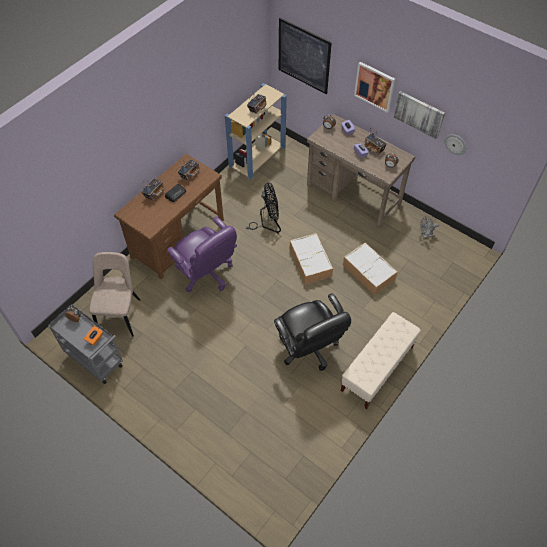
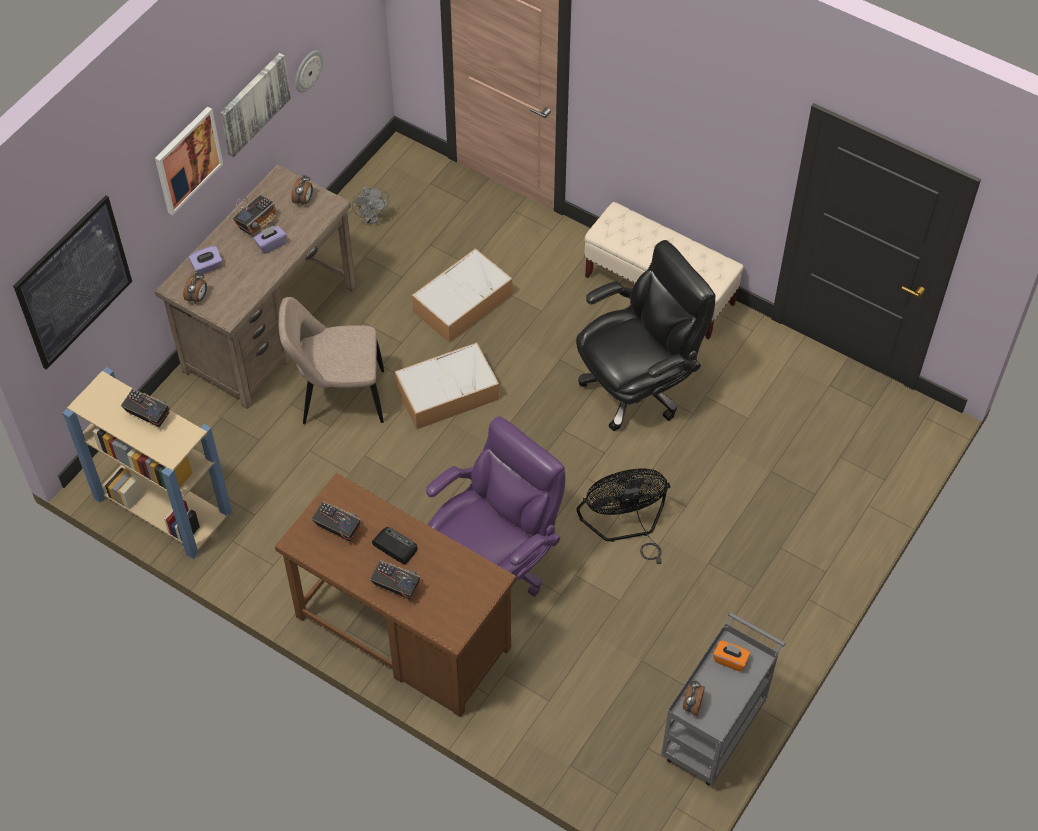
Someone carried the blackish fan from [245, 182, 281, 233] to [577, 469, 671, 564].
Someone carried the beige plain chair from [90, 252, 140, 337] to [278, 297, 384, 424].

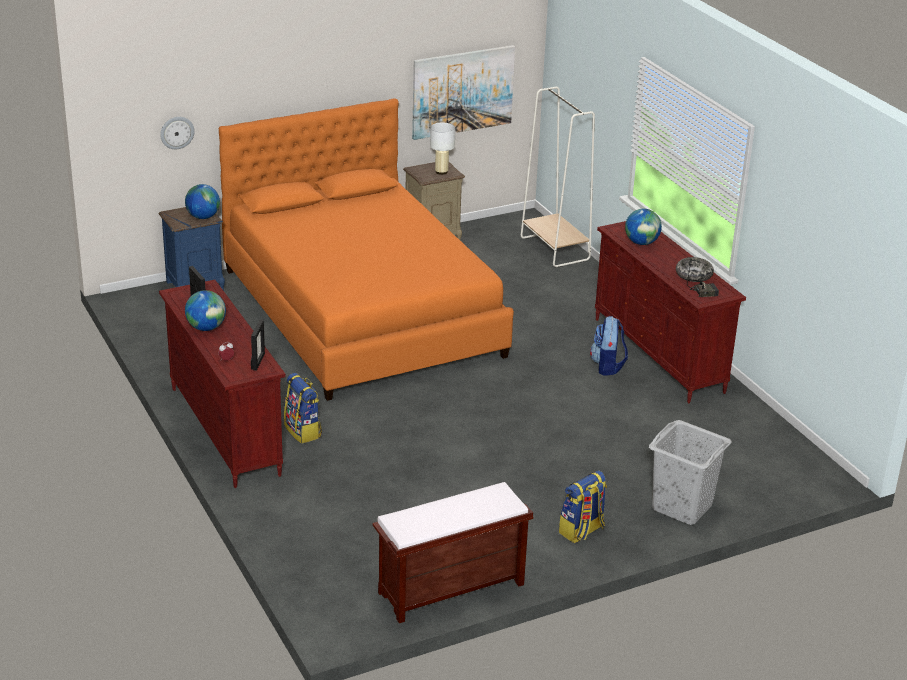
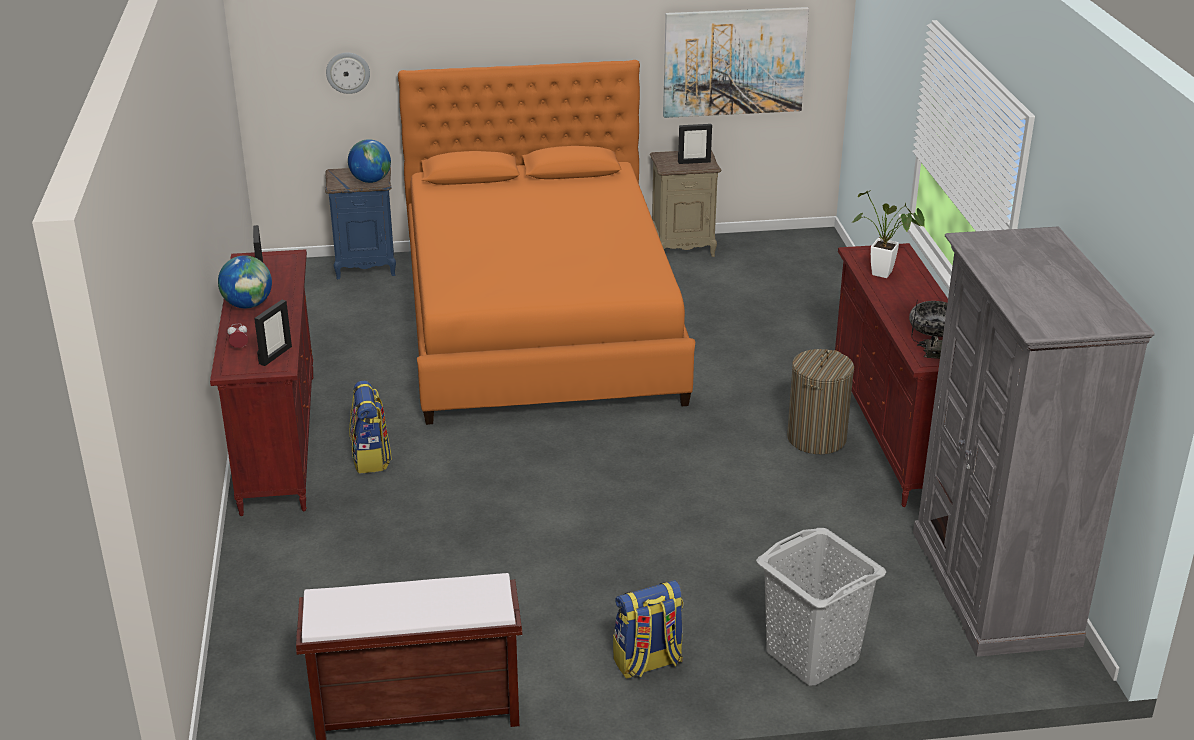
Someone took away the clothes rack at [521, 87, 595, 267].
Someone swapped the white table lamp at [430, 123, 455, 175] for the standing frame at [678, 124, 712, 164].
Someone swapped the desk globe at [625, 209, 662, 245] for the potted plant at [851, 190, 925, 278].
Someone swapped the rucksack at [590, 316, 628, 376] for the washing basket at [787, 349, 854, 454].
Someone put down the greyish clothes cupboard at [913, 227, 1155, 657].

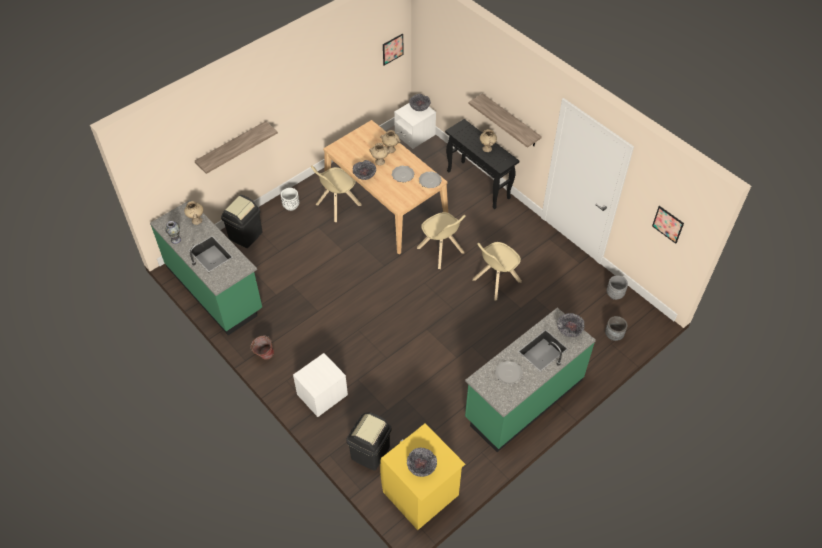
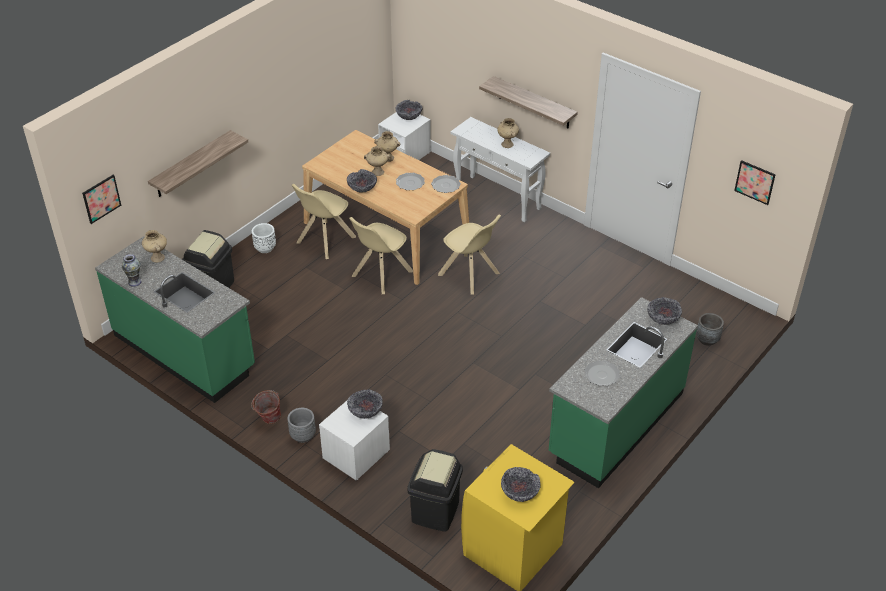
Someone carried the wall picture from [383, 33, 403, 65] to [82, 175, 121, 224].
Someone repainted the blackish narrow table at [445, 119, 520, 209], which became the white narrow table at [451, 117, 550, 222].
Someone carried the beige plain chair from [472, 242, 522, 300] to [349, 217, 413, 294].
Someone carried the greyish planter from [607, 275, 628, 300] to [287, 408, 316, 443].
Someone put down the bowl at [347, 390, 383, 419].

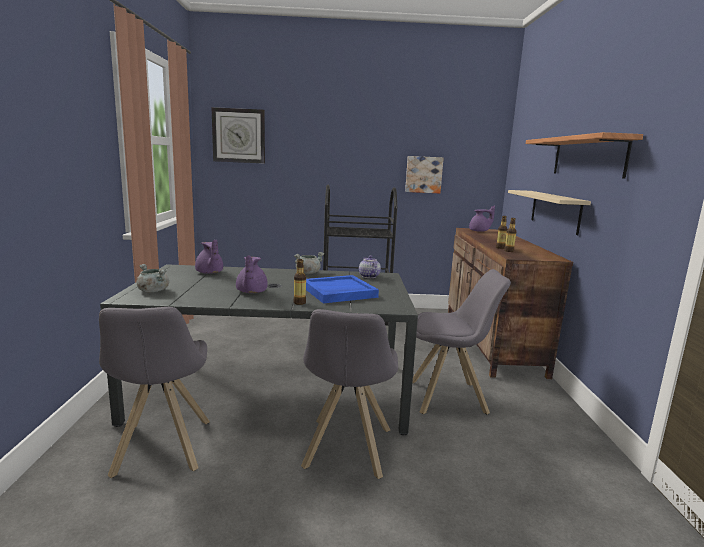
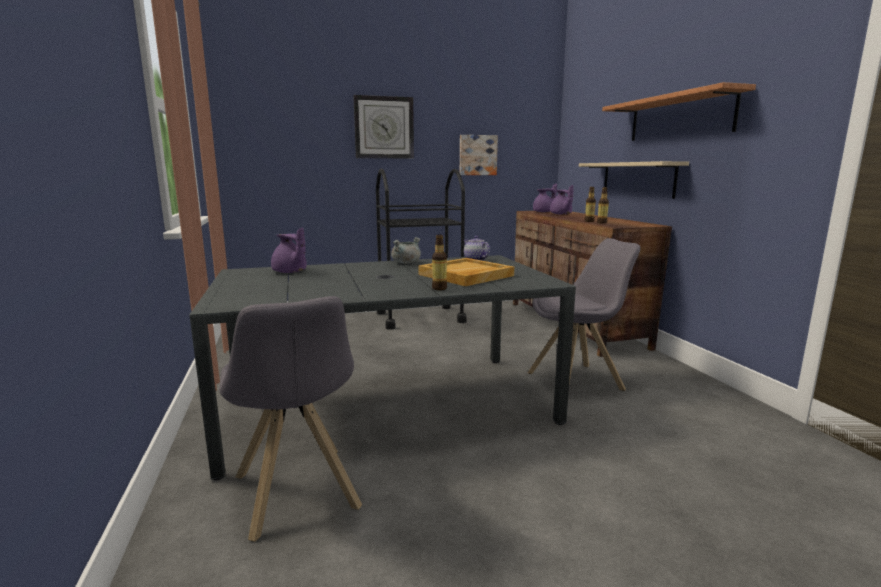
Someone carried the clock on the wall from [212, 107, 265, 164] to [353, 95, 414, 159].
Someone carried the purple-coloured teapot from [236, 255, 268, 293] to [550, 185, 573, 215].
Someone took away the greyish saucepot at [137, 264, 169, 293].
Someone repainted the bluish tray at [306, 275, 379, 303], which became the beige tray at [419, 258, 514, 286].
Someone took away the greyish plain chair at [301, 309, 398, 479].

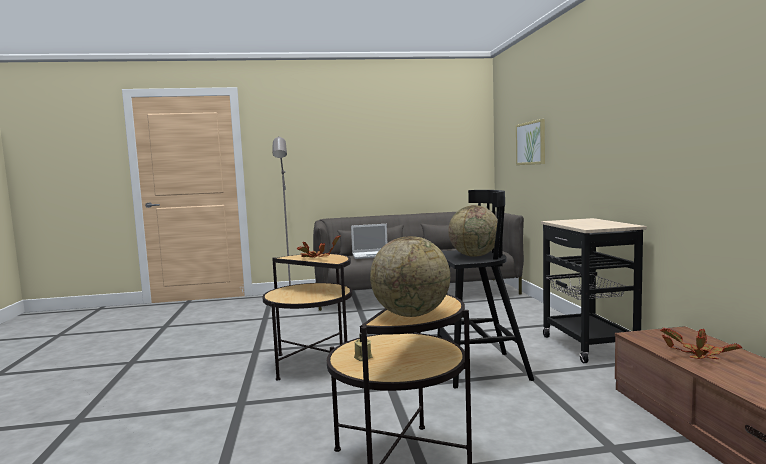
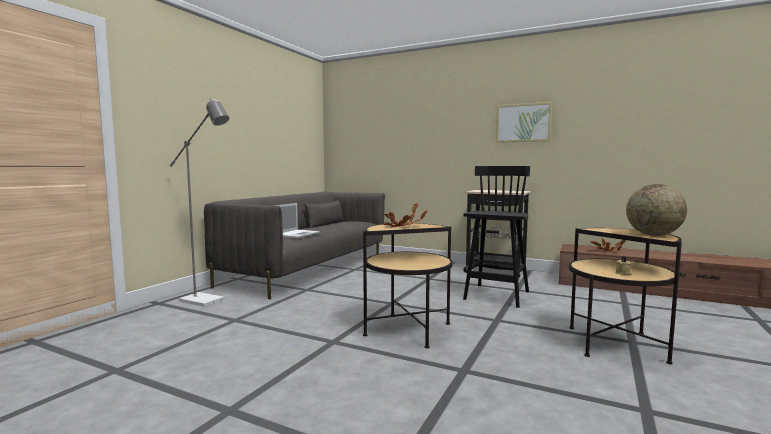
Someone carried the wall picture from [516, 119, 545, 165] to [496, 102, 552, 143].
Someone took away the desk globe at [448, 205, 498, 257].

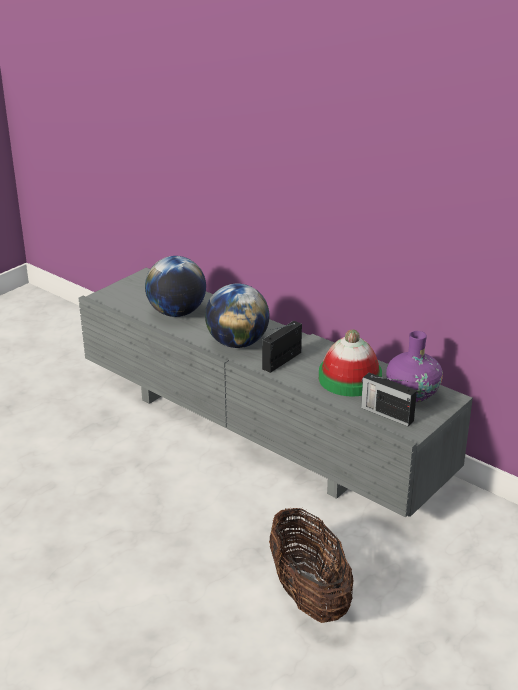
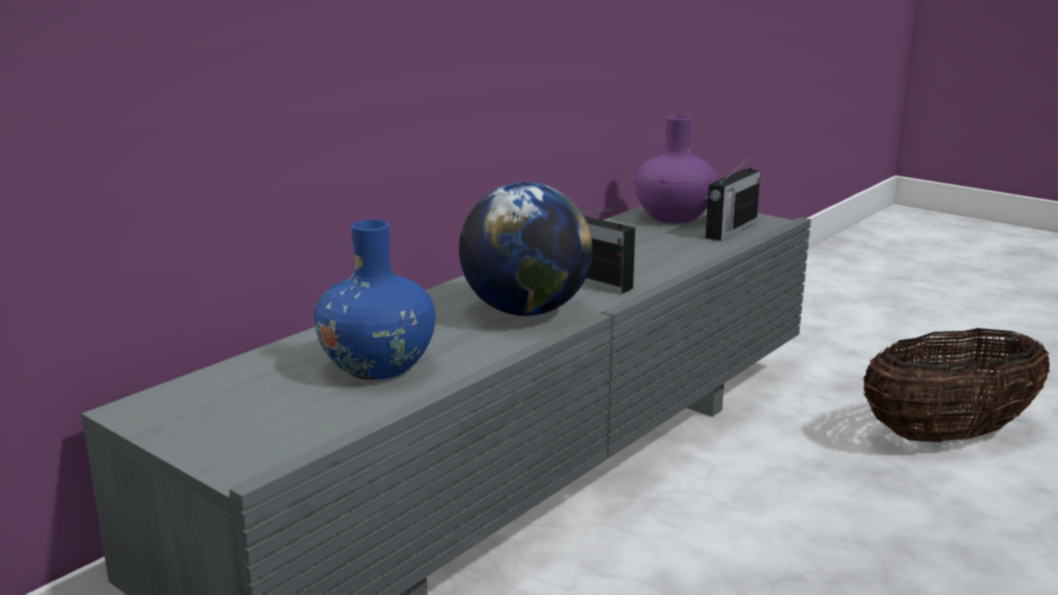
Someone swapped the desk globe at [145, 256, 206, 317] for the bluish vase at [314, 219, 436, 380].
Someone took away the wearable hat at [319, 329, 382, 397].

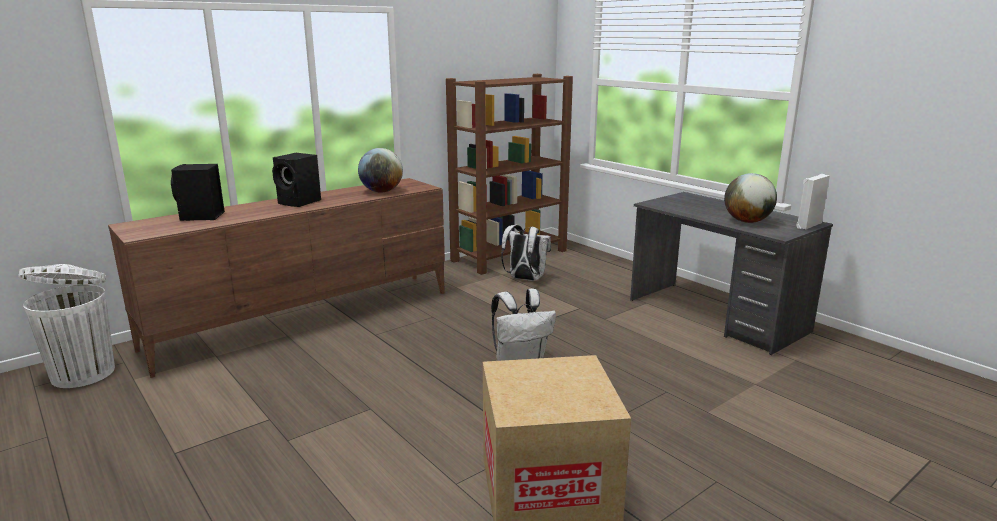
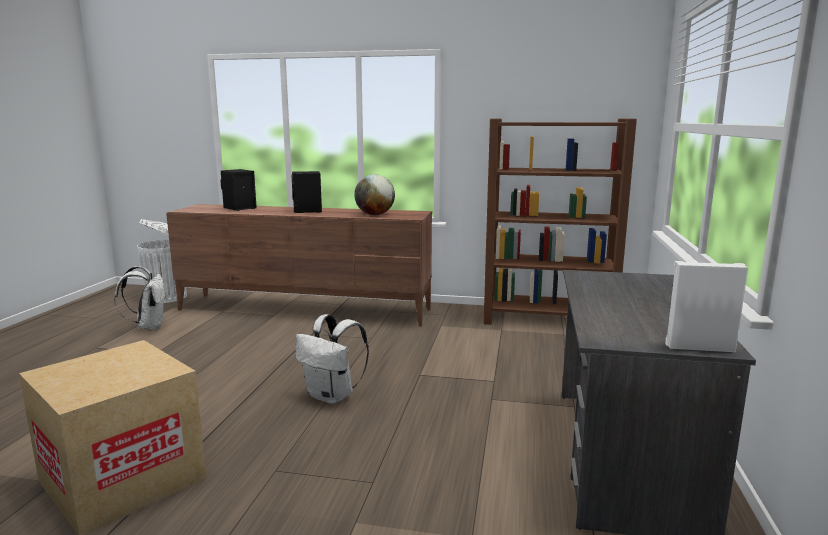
Someone took away the desk globe at [724, 173, 777, 223].
Someone carried the white rucksack from [501, 225, 551, 281] to [114, 266, 166, 329].

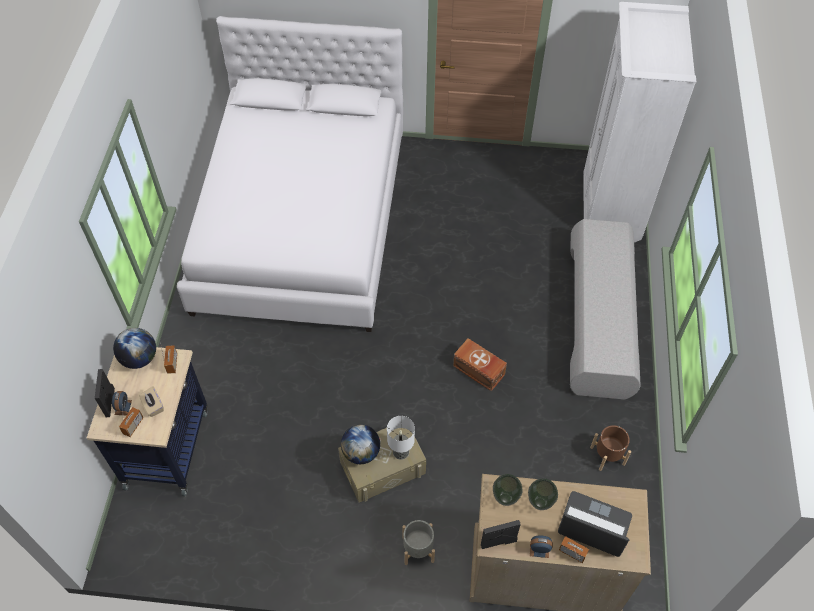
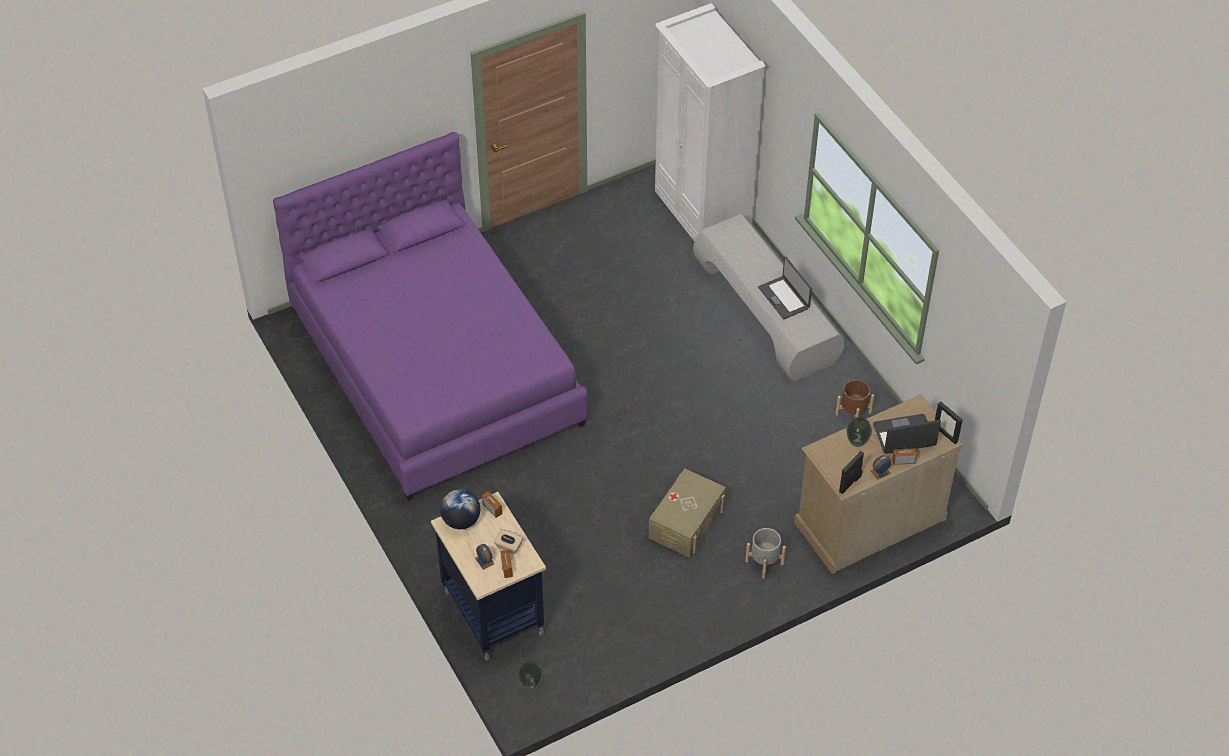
Someone repainted the white bed at [177, 16, 403, 332], which became the purple-coloured bed at [273, 132, 588, 501].
Someone took away the brown-coloured storage box at [453, 338, 507, 391].
Someone carried the standing frame from [95, 369, 115, 417] to [935, 401, 963, 444].
Someone took away the table lamp at [387, 416, 415, 460].
Someone took away the desk globe at [341, 425, 380, 464].
Someone carried the vase from [493, 474, 523, 506] to [517, 661, 543, 690].
Someone put down the laptop at [758, 256, 812, 319].

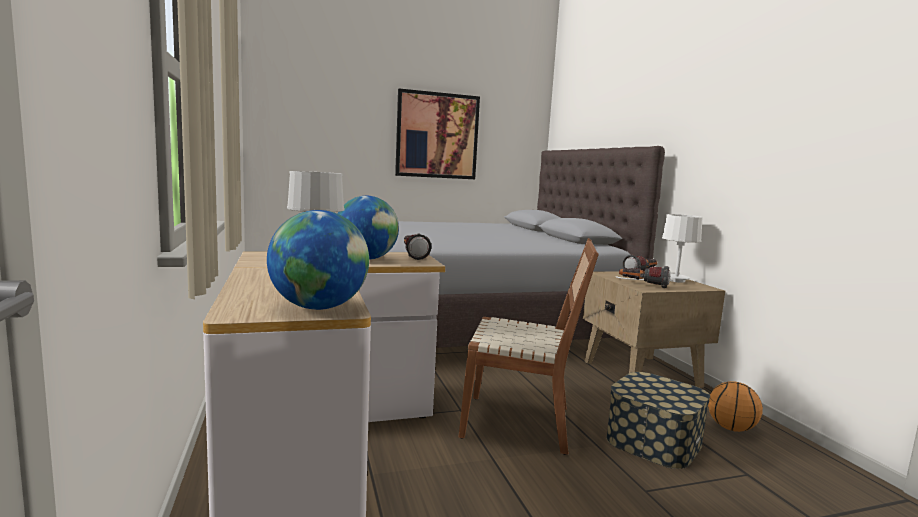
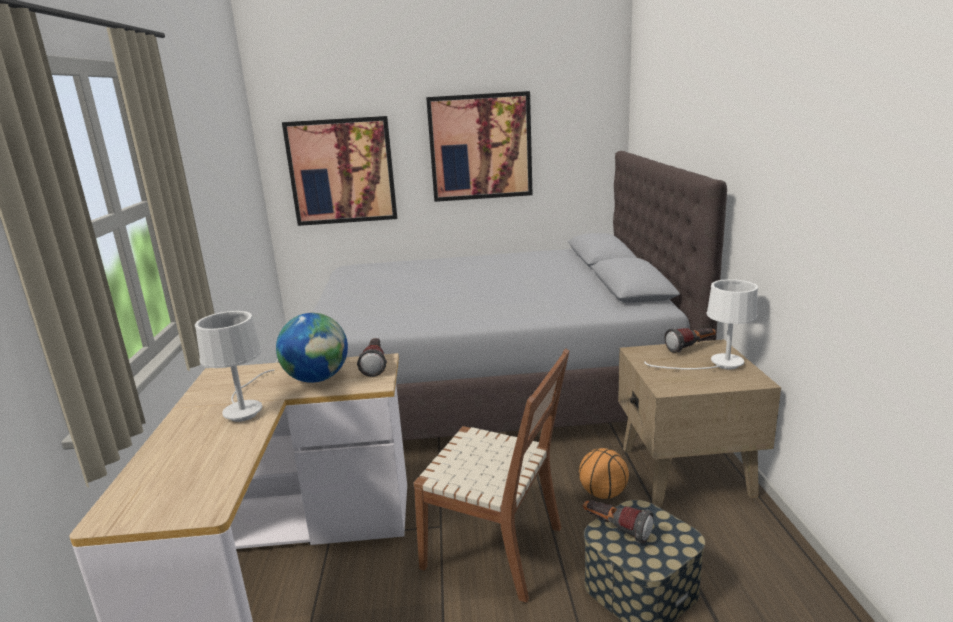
Someone took away the desk globe at [267, 210, 369, 310].
Someone carried the hand torch from [619, 266, 671, 288] to [583, 500, 654, 544].
Someone carried the ball for basketball from [708, 381, 763, 432] to [579, 448, 629, 499].
Someone put up the wall picture at [282, 116, 397, 226].

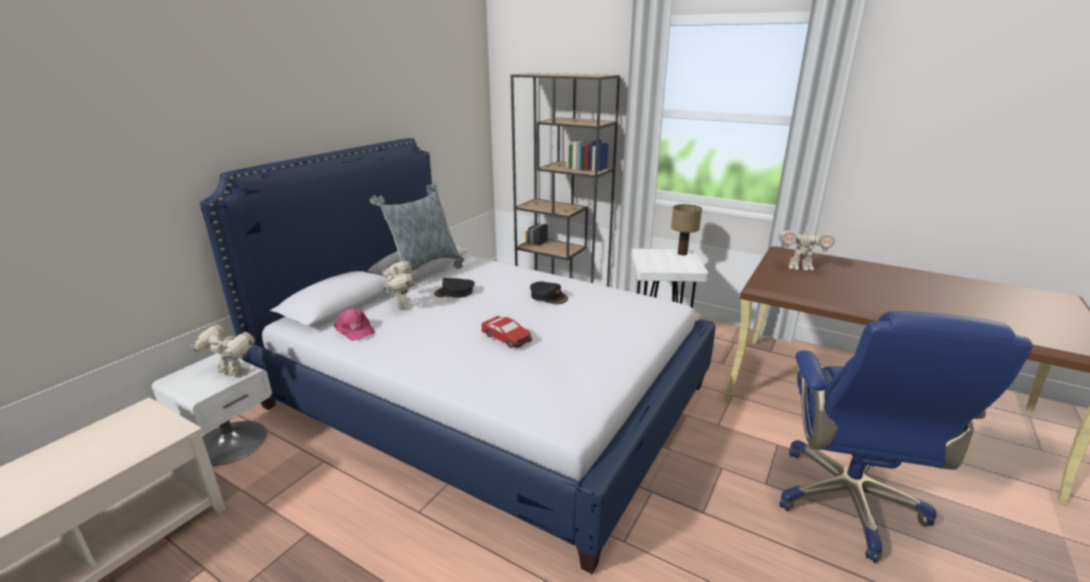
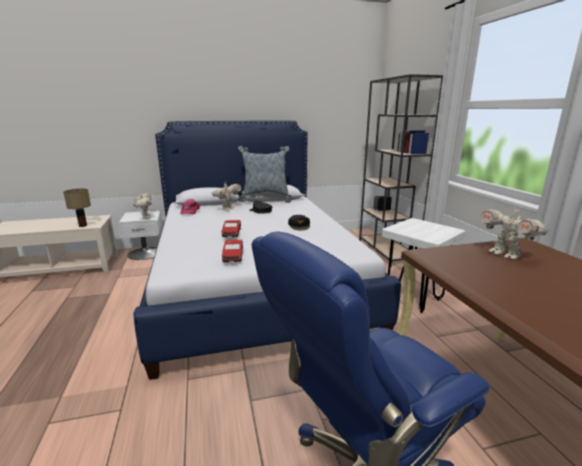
Someone carried the table lamp from [671, 204, 702, 255] to [63, 189, 91, 227].
Someone put down the toy car at [222, 240, 243, 262].

